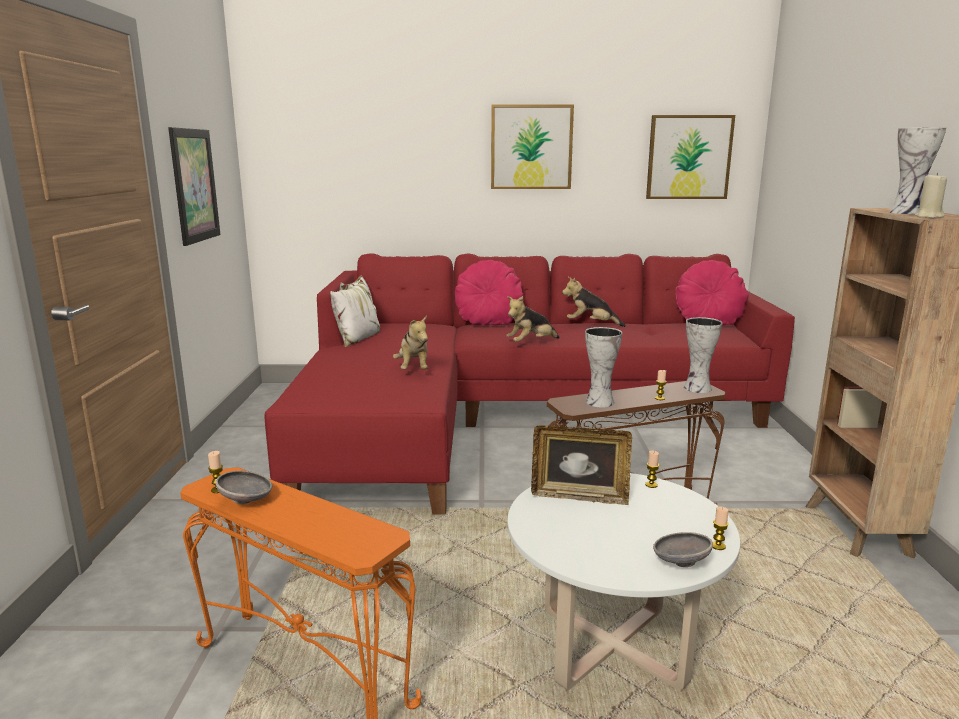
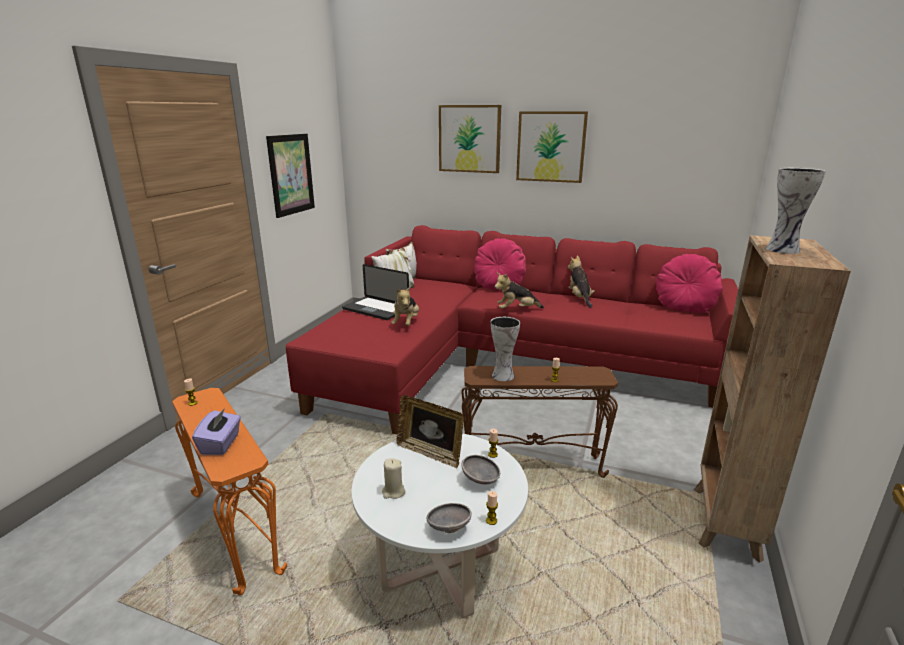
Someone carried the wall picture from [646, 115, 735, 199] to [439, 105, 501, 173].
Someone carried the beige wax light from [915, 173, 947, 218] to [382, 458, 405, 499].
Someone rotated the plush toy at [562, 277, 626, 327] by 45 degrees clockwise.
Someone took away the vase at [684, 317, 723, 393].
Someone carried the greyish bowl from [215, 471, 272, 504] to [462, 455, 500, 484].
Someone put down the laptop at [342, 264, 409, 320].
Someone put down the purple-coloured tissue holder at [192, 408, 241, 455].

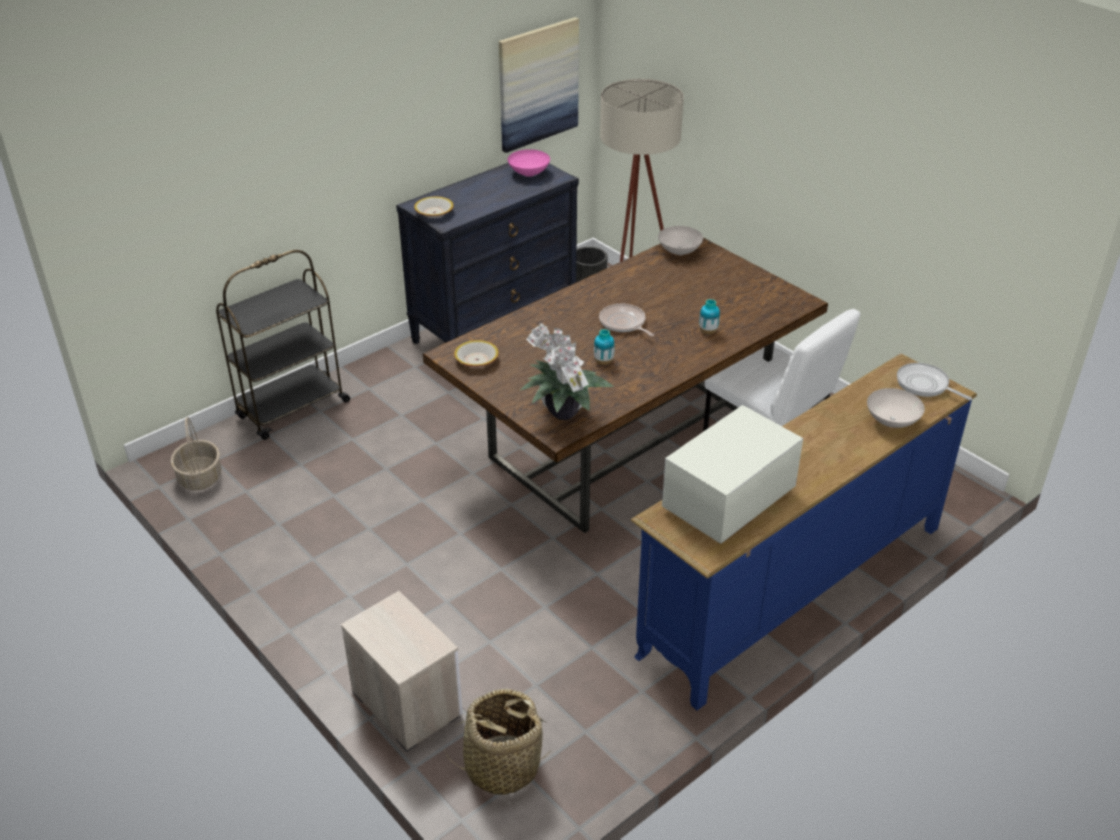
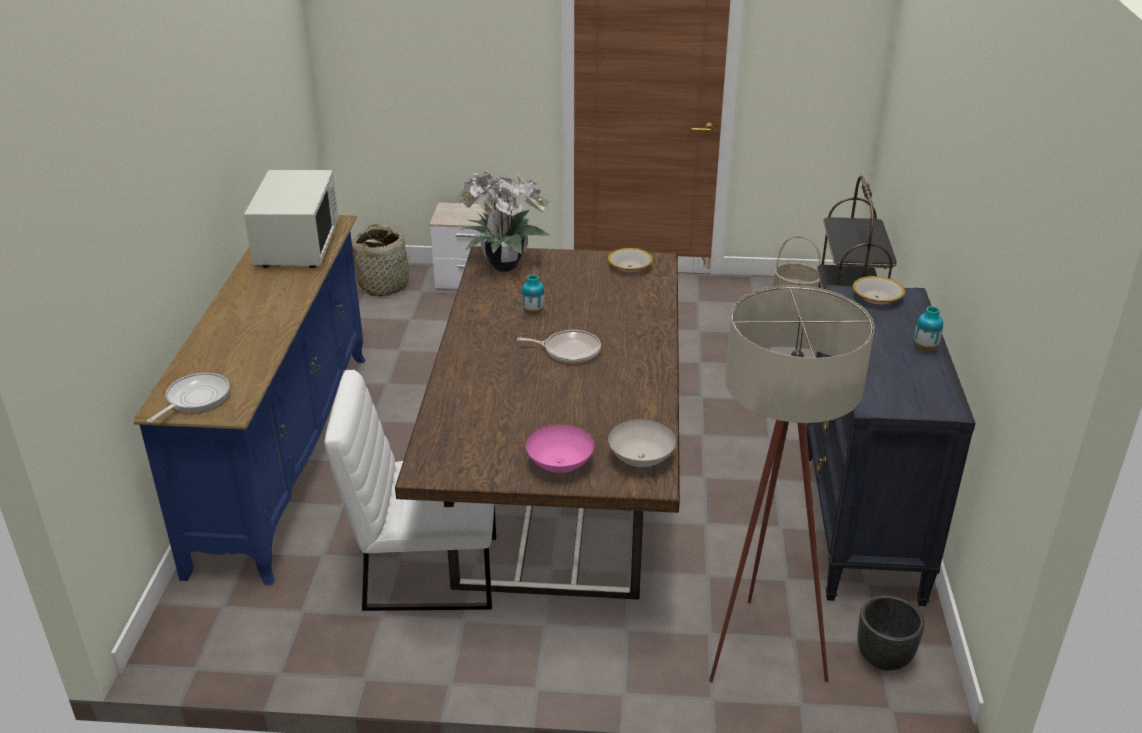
Someone took away the wall picture at [499, 17, 579, 153].
Someone carried the pink bowl from [508, 149, 550, 177] to [526, 425, 594, 473].
Someone carried the vase from [699, 299, 720, 334] to [914, 306, 943, 351].
Someone rotated the frying pan at [897, 363, 972, 400] by 60 degrees counterclockwise.
Someone took away the white bowl at [867, 388, 925, 428].

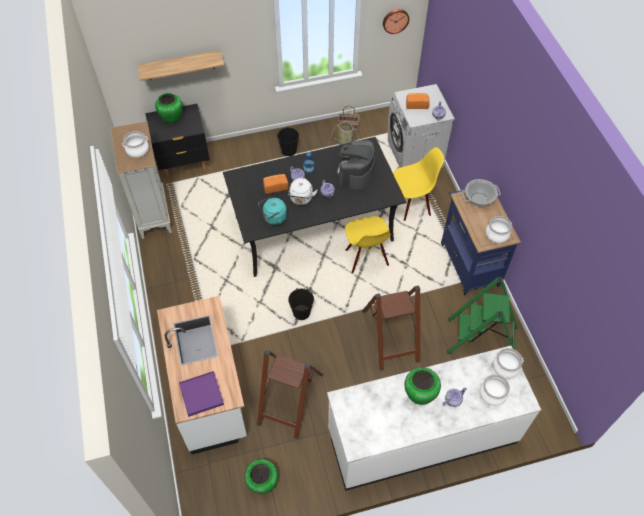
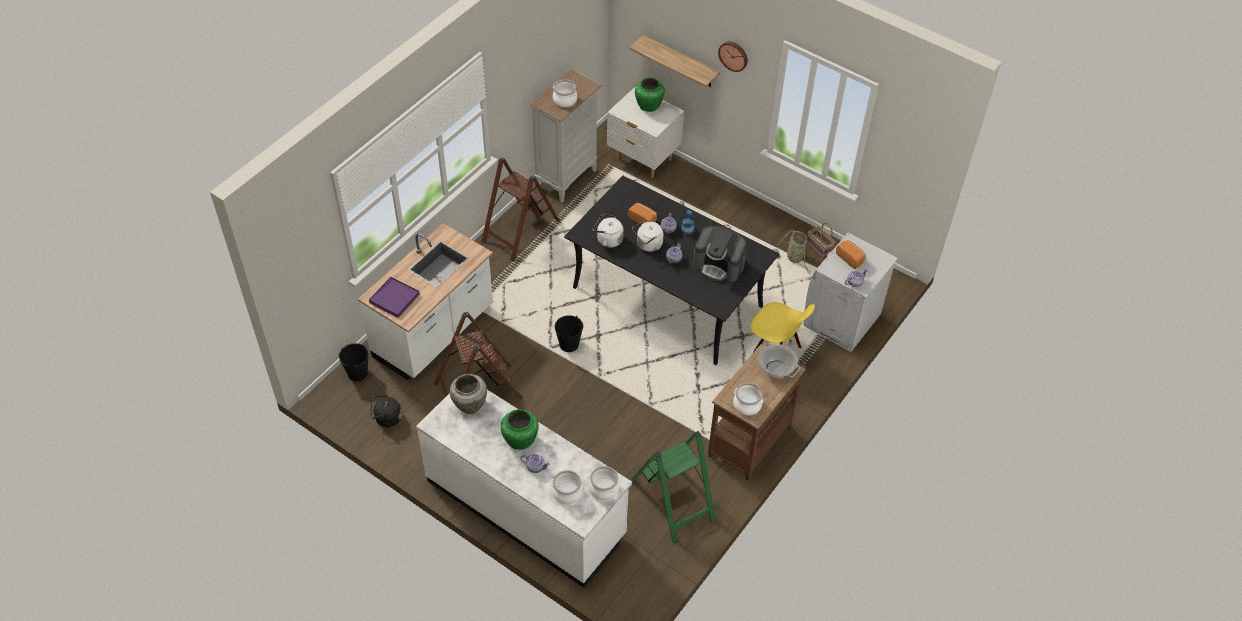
Someone carried the clock on the wall from [383, 9, 409, 34] to [718, 42, 748, 72].
Someone repainted the blackish nightstand at [145, 104, 210, 177], which became the white nightstand at [607, 86, 684, 178].
Someone carried the blackish pail from [277, 127, 299, 156] to [339, 343, 368, 381].
Someone rotated the coffee maker at [337, 140, 375, 190] by 135 degrees counterclockwise.
Someone repainted the bluish wheeled cart at [441, 190, 521, 295], which became the brown-coloured wheeled cart at [708, 344, 806, 481].
Someone repainted the blue-green water kettle at [258, 197, 287, 225], which became the white water kettle at [593, 214, 624, 248].
Someone took away the yellowish plain chair at [345, 216, 391, 274].
Someone carried the brown-coloured step stool from [362, 285, 420, 371] to [481, 157, 560, 262].
Someone swapped the green-coloured vase at [244, 459, 278, 494] for the blackish water kettle at [371, 395, 402, 428].
Someone put down the beige vase at [450, 374, 487, 414].

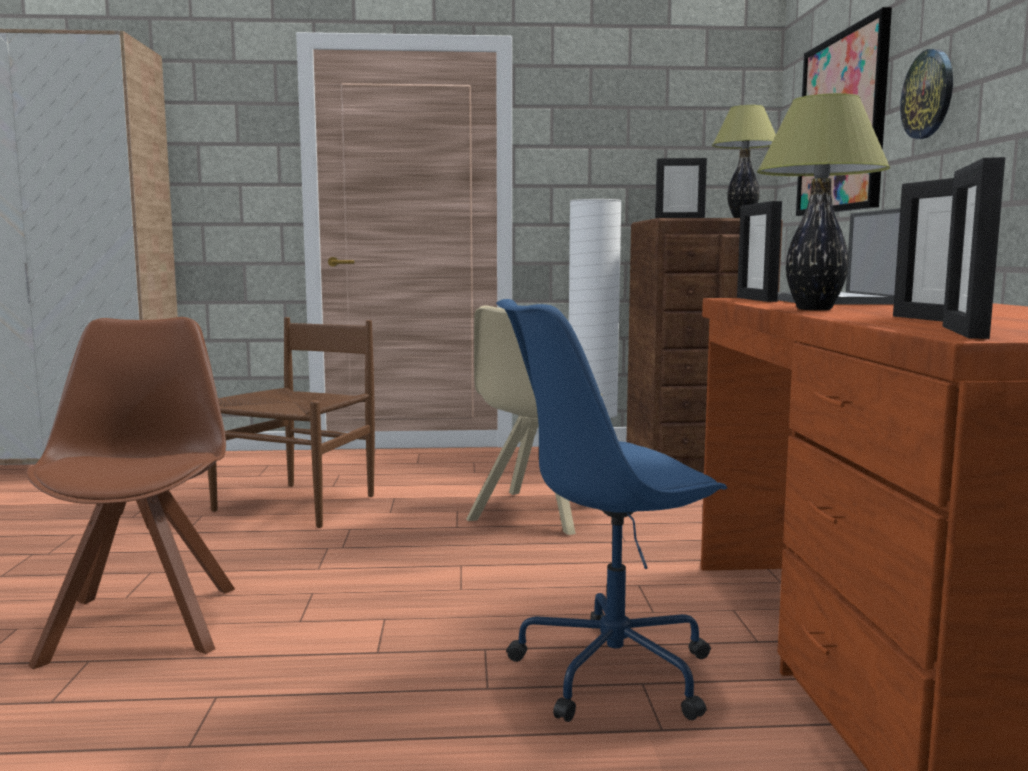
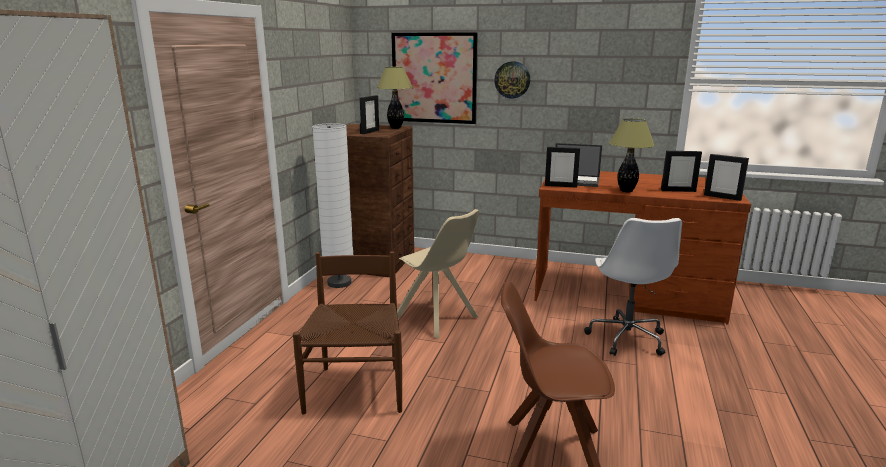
Someone repainted the bluish office chair at [496, 299, 727, 722], which became the white office chair at [584, 218, 682, 356].
Someone rotated the brown-coloured plain chair at [208, 317, 375, 528] by 45 degrees clockwise.

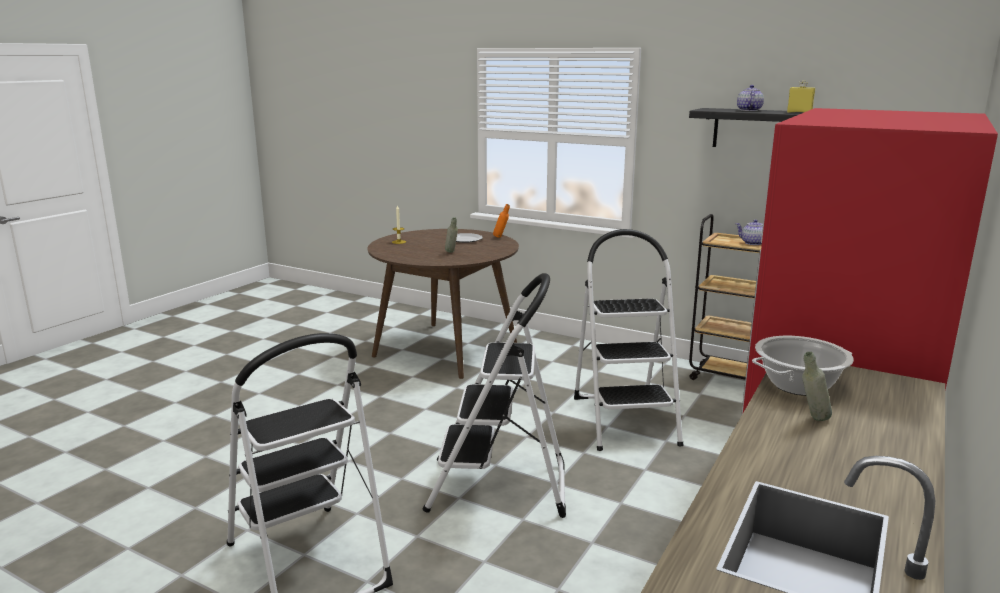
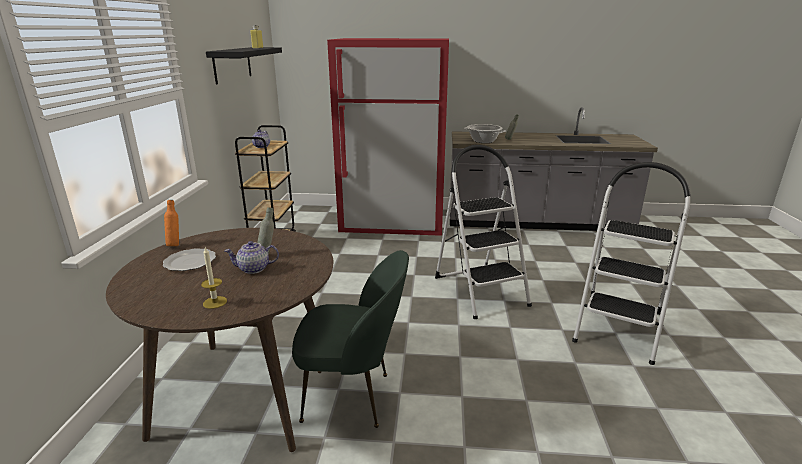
Someone carried the teapot from [737, 85, 764, 111] to [224, 241, 279, 274].
Someone took away the step stool at [574, 229, 683, 451].
Someone put down the green-coloured plain chair at [292, 250, 409, 428].

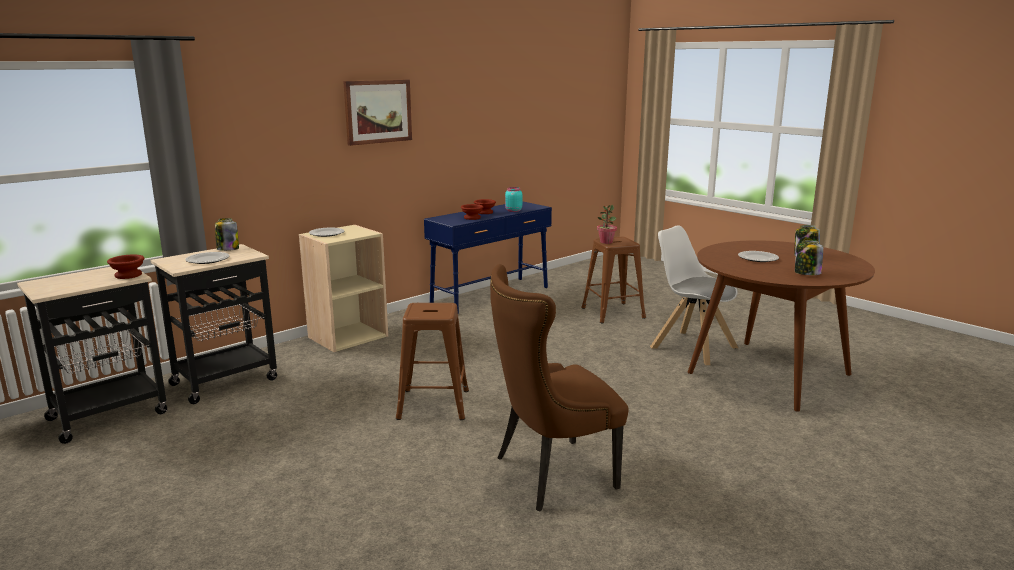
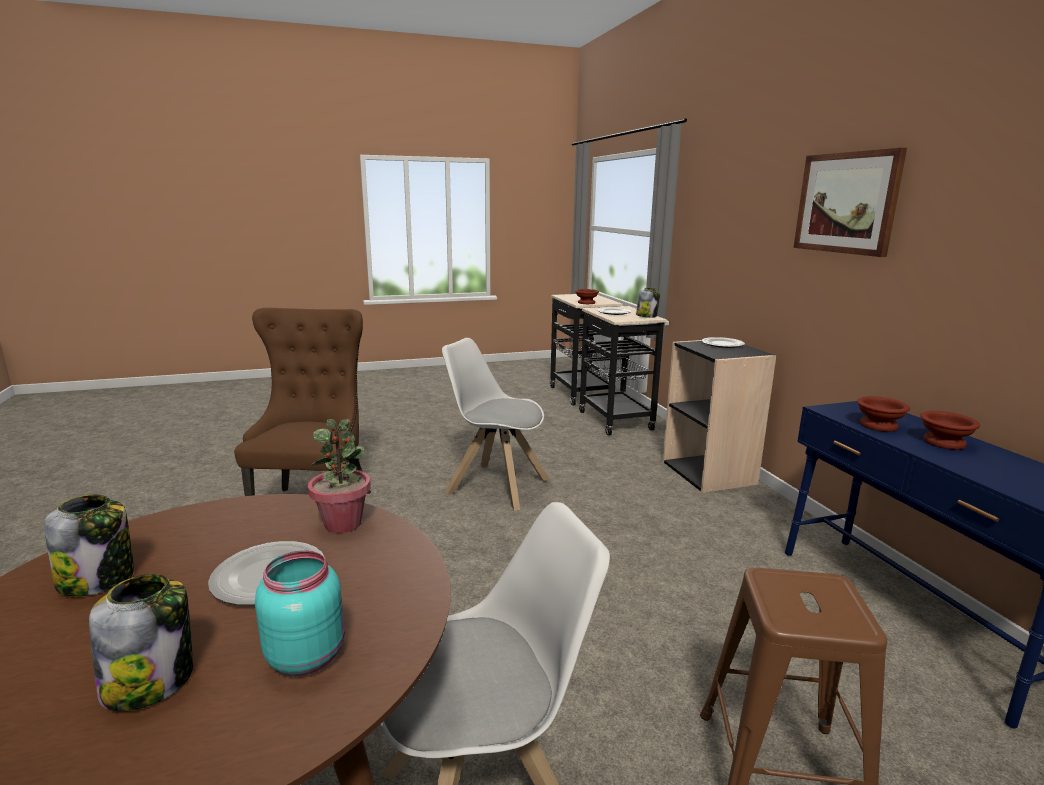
Someone carried the blue-green jar from [505, 187, 522, 212] to [255, 550, 345, 676].
Someone carried the potted plant from [597, 205, 617, 244] to [308, 419, 371, 533].
Someone repainted the beige shelving unit at [299, 225, 388, 352], which became the blackish shelving unit at [662, 340, 776, 493].
Someone swapped the brown-coloured stool seat at [396, 303, 469, 420] for the plain chair at [442, 338, 550, 511].

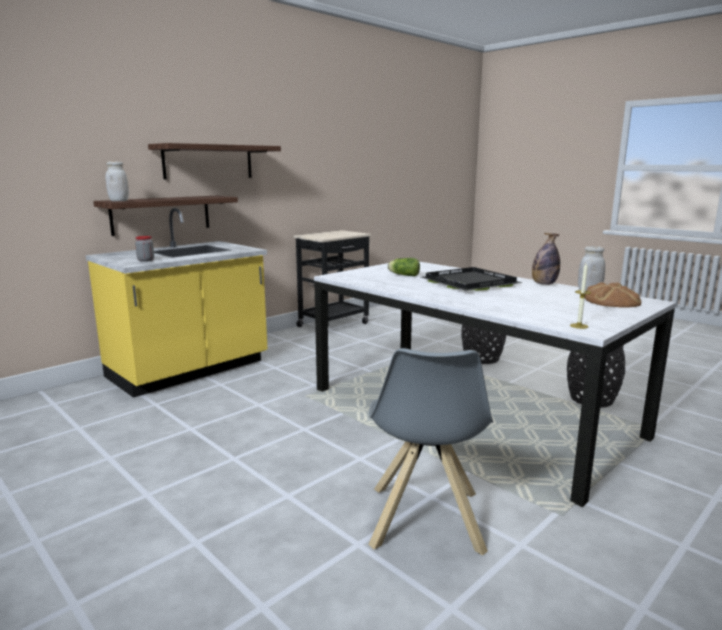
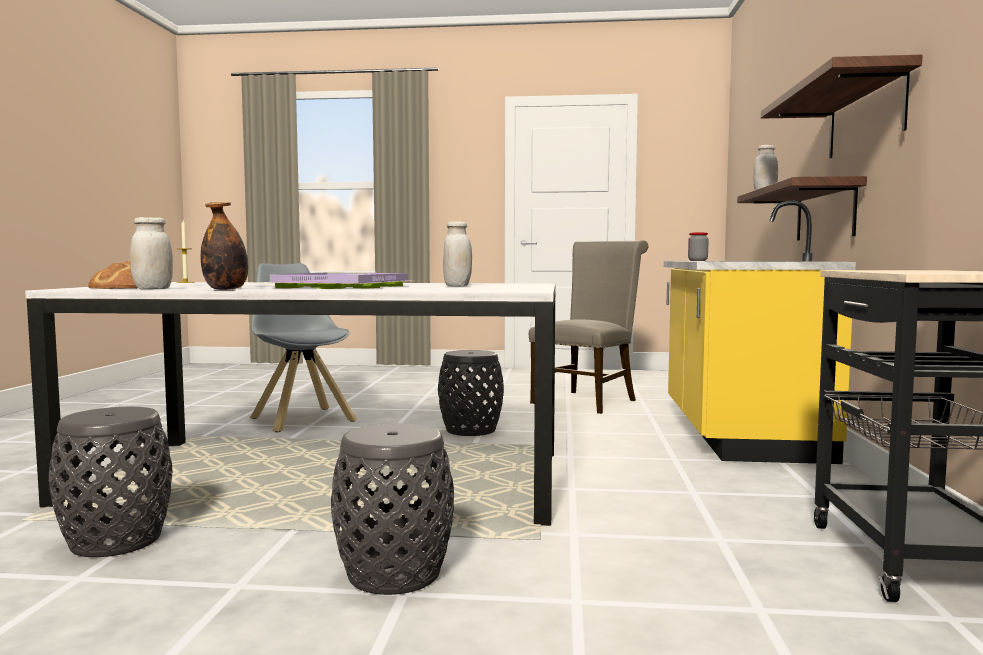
Someone swapped the lettuce head at [388, 258, 420, 276] for the white jar at [443, 221, 472, 286].
Someone repainted the blackish tray at [421, 267, 523, 291], which became the purple-coloured tray at [263, 272, 415, 289].
Someone put down the beige plain chair at [529, 240, 648, 414].
Someone put down the greyish stool seat at [438, 350, 504, 436].

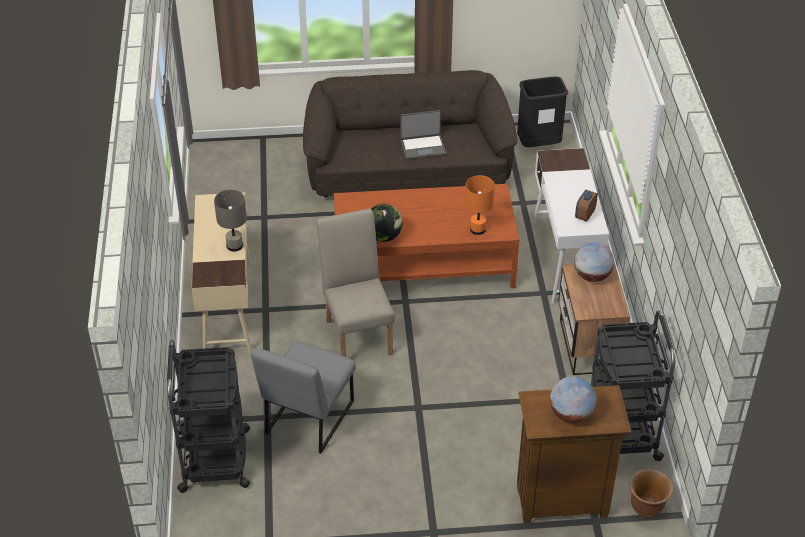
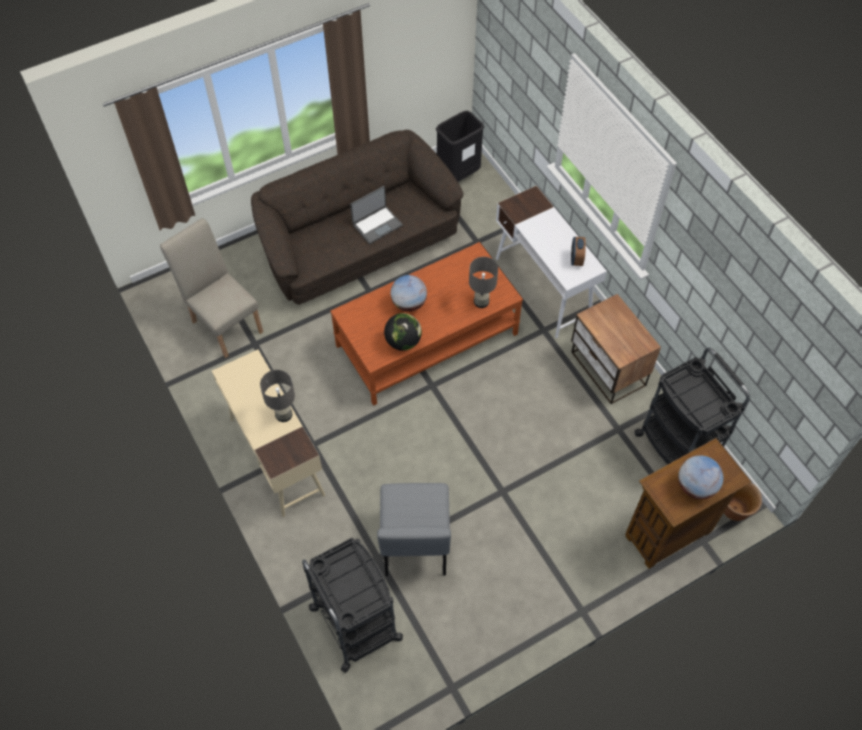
Someone repainted the orange table lamp at [465, 175, 495, 235], which became the greyish table lamp at [469, 257, 498, 308].
Someone carried the beige plain chair from [317, 208, 395, 357] to [160, 218, 263, 358].
Someone carried the desk globe from [574, 242, 614, 282] to [390, 275, 427, 312].

